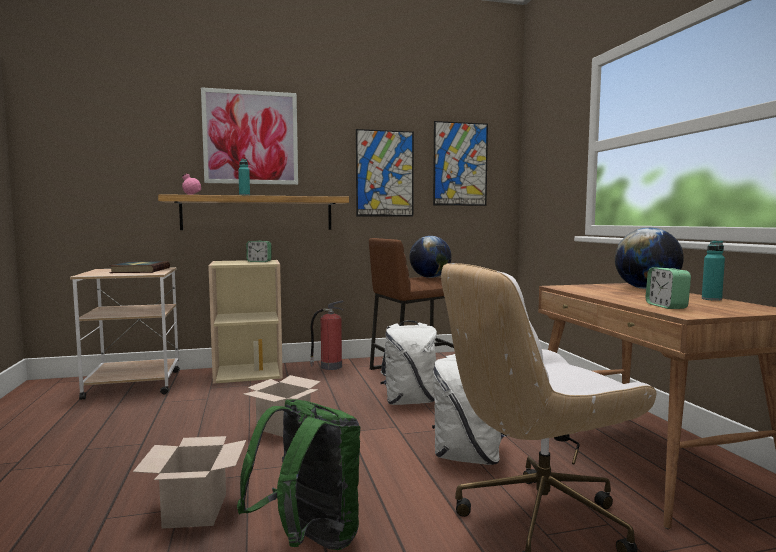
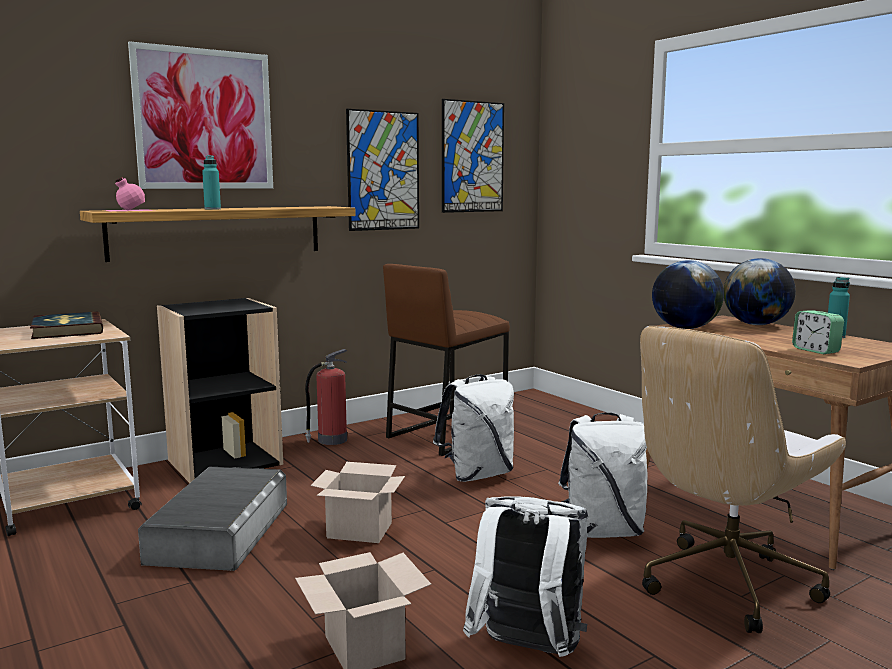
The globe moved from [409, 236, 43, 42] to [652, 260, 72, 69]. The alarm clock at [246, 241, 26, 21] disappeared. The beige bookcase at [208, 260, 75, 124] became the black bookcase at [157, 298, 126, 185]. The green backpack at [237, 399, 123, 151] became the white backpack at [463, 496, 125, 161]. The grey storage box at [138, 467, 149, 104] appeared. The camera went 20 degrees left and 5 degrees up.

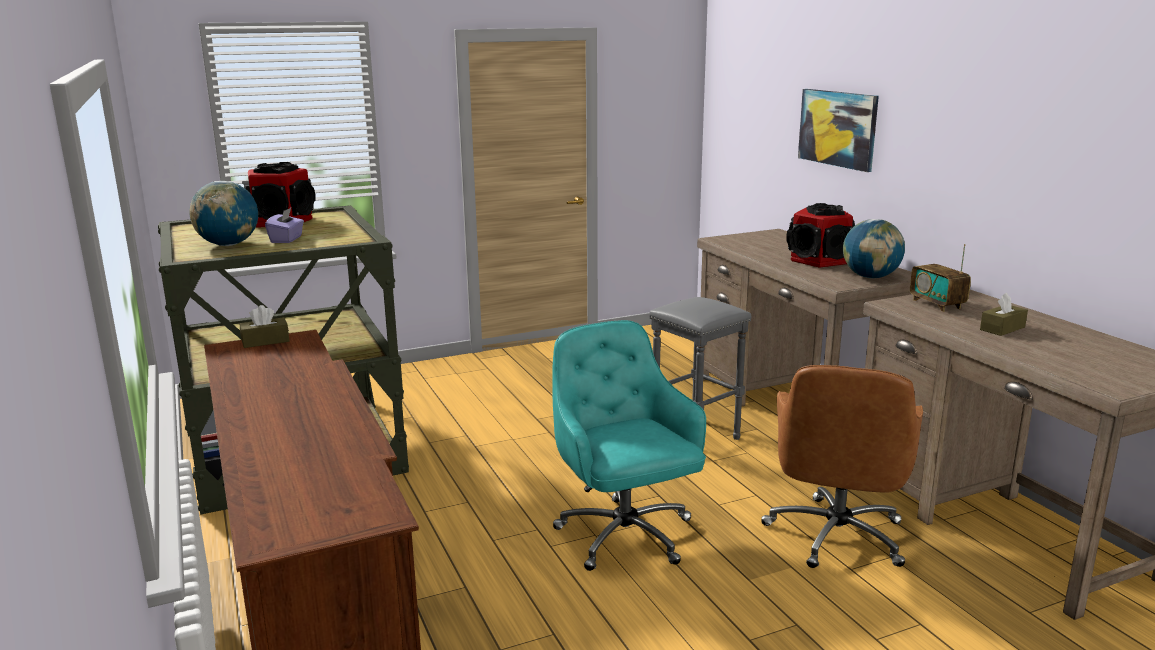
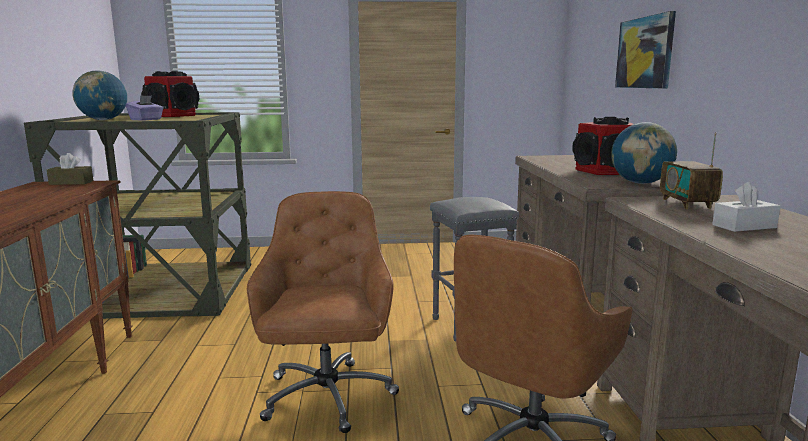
The brown tissue box at [980, 293, 48, 43] became the white tissue box at [712, 182, 68, 50]. The turquoise office chair at [553, 320, 153, 251] became the brown office chair at [247, 191, 152, 242]. The camera went 20 degrees right and 5 degrees down.

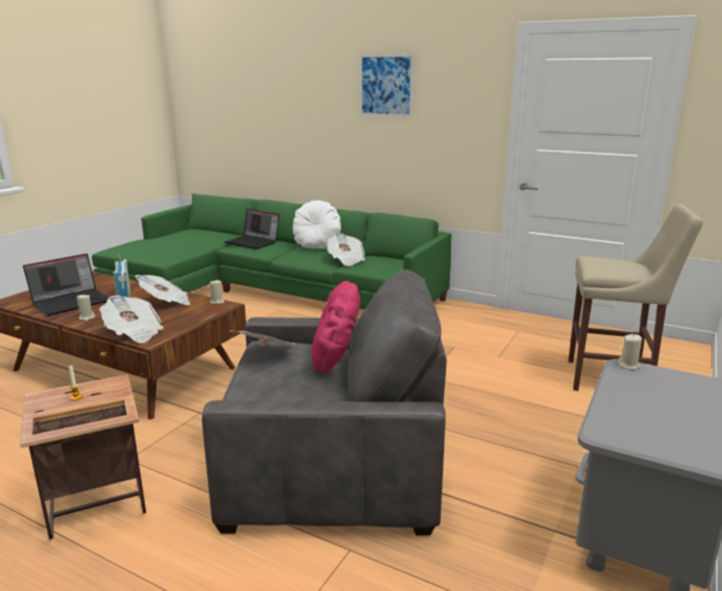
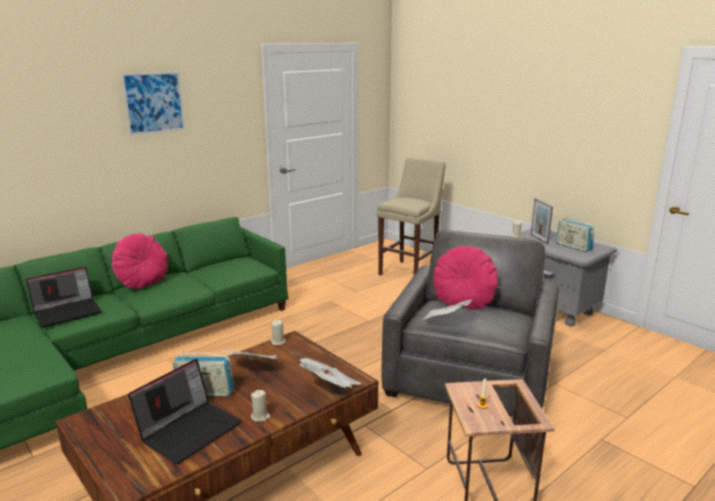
The white pillow at [293, 200, 48, 49] became the pink pillow at [112, 234, 56, 55]. The newspaper at [327, 233, 38, 33] disappeared. The laptop at [23, 253, 86, 63] turned 60 degrees clockwise. The picture frame at [531, 198, 22, 46] appeared. The radio at [555, 215, 40, 37] appeared. The camera went 70 degrees left and 0 degrees up.

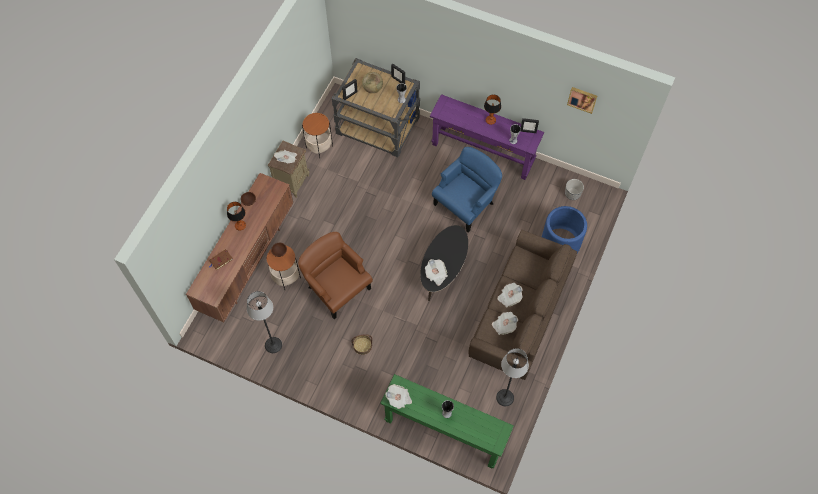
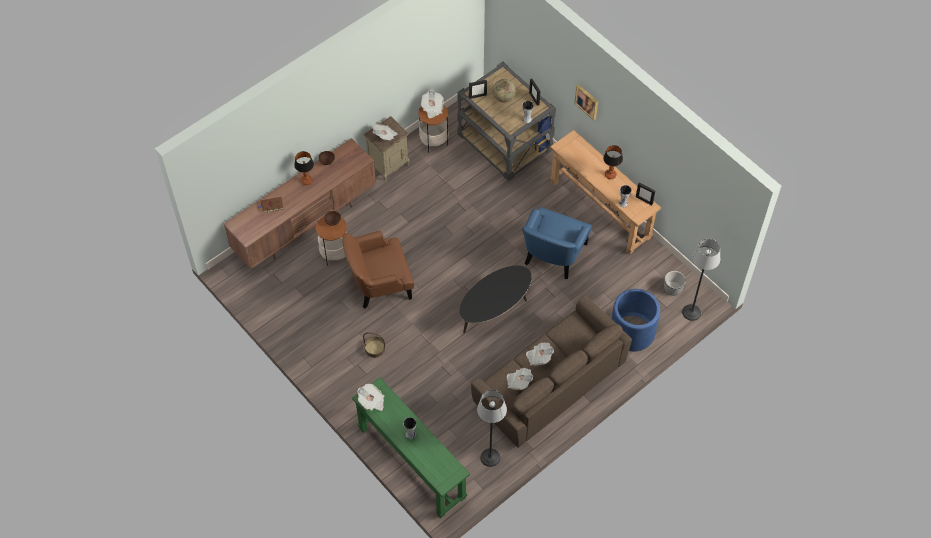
The picture moved from [567, 87, 30, 27] to [574, 85, 24, 36]. The purple console table at [430, 94, 114, 86] became the brown console table at [550, 130, 111, 125]. The blue armchair at [432, 147, 70, 86] turned 135 degrees clockwise. The brown armchair at [298, 232, 75, 87] turned 90 degrees counterclockwise. The newspaper moved from [425, 259, 23, 27] to [421, 90, 23, 28]. The floor lamp moved from [247, 291, 35, 62] to [682, 239, 38, 82]. The camera went 25 degrees right and 5 degrees down.

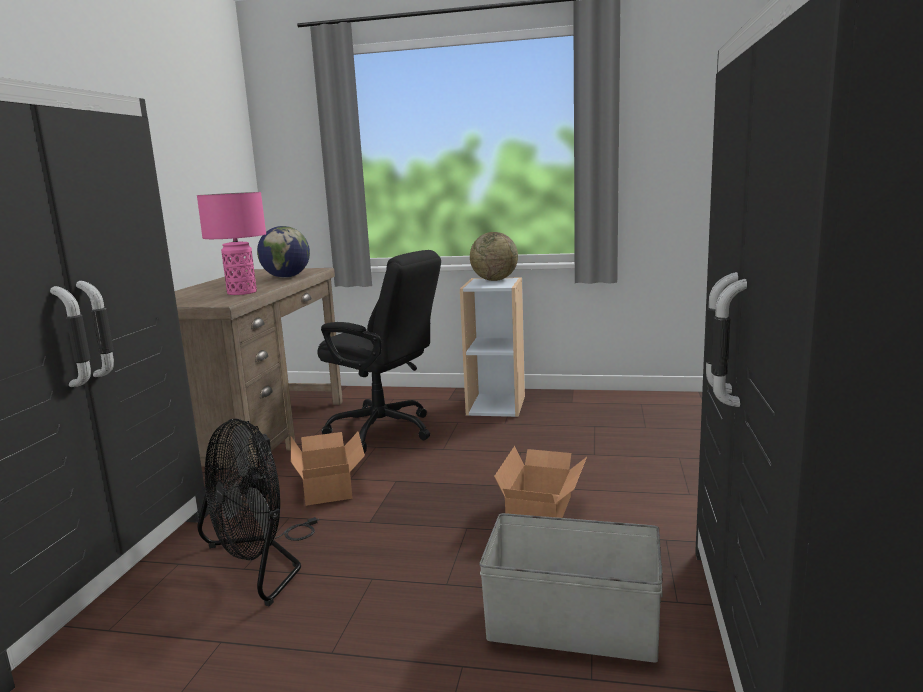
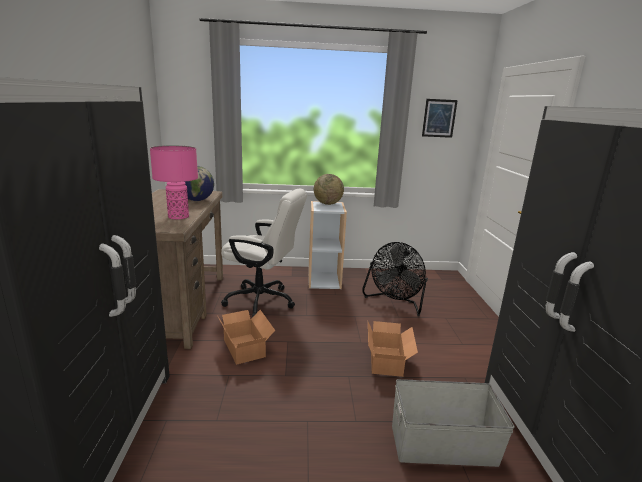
The black office chair at [318, 250, 123, 203] became the white office chair at [221, 188, 86, 130]. The black fan moved from [197, 419, 122, 187] to [362, 242, 66, 74]. The picture at [422, 99, 36, 39] appeared. The camera went 15 degrees left and 5 degrees up.

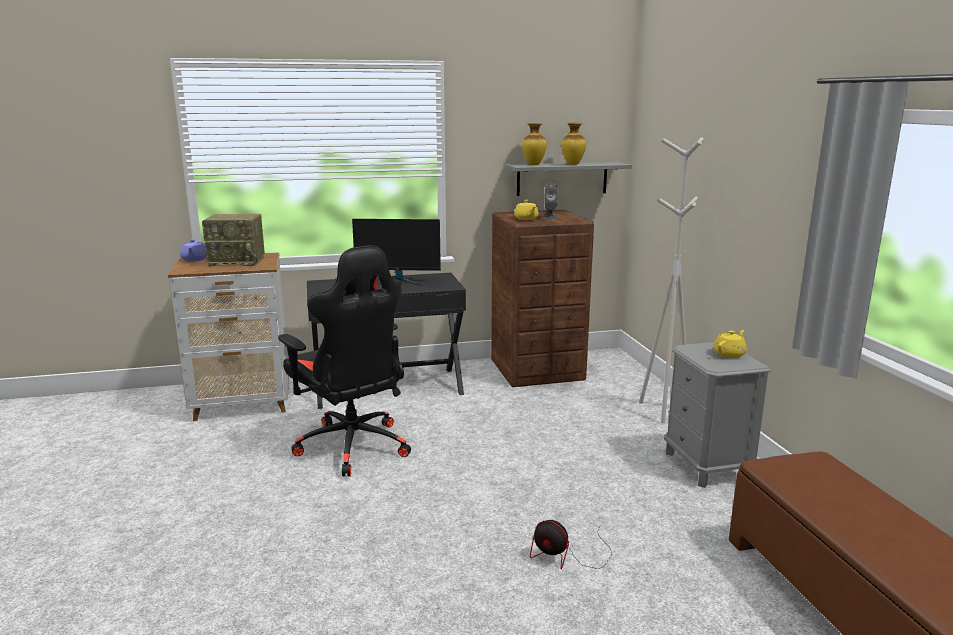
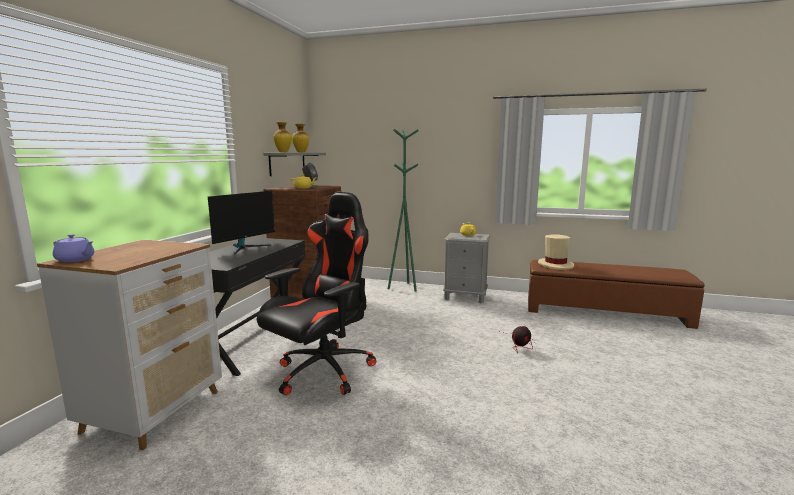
The grey clothes rack at [639, 137, 65, 286] became the green clothes rack at [388, 129, 31, 163]. The radio at [202, 214, 63, 52] disappeared. The black office chair at [278, 245, 133, 231] turned 45 degrees counterclockwise. The beige hat at [538, 234, 36, 36] appeared. The camera went 60 degrees left and 5 degrees down.

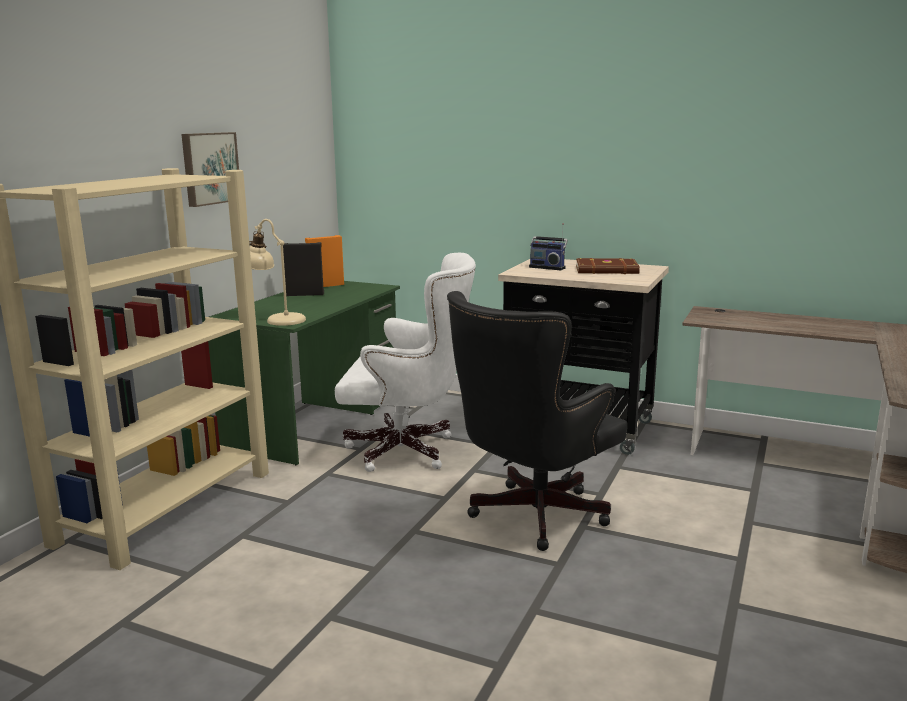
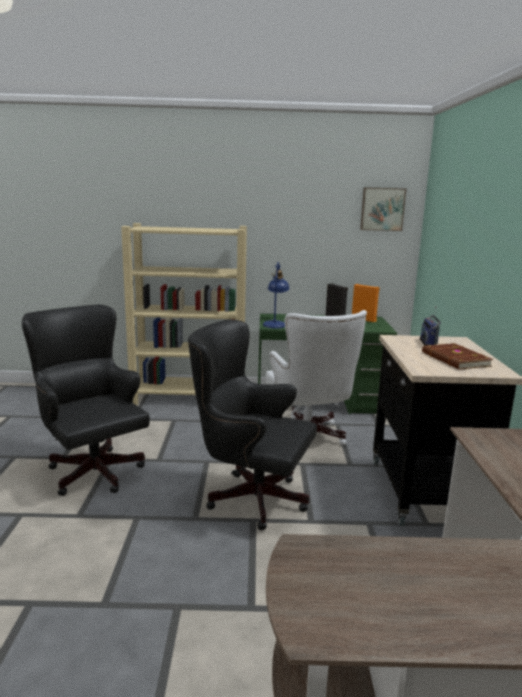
The picture moved from [181, 132, 58, 75] to [360, 187, 46, 44]. The beige table lamp at [249, 219, 57, 107] became the blue table lamp at [263, 262, 27, 66]. The black office chair at [22, 305, 128, 191] appeared. The camera went 65 degrees right and 0 degrees up.

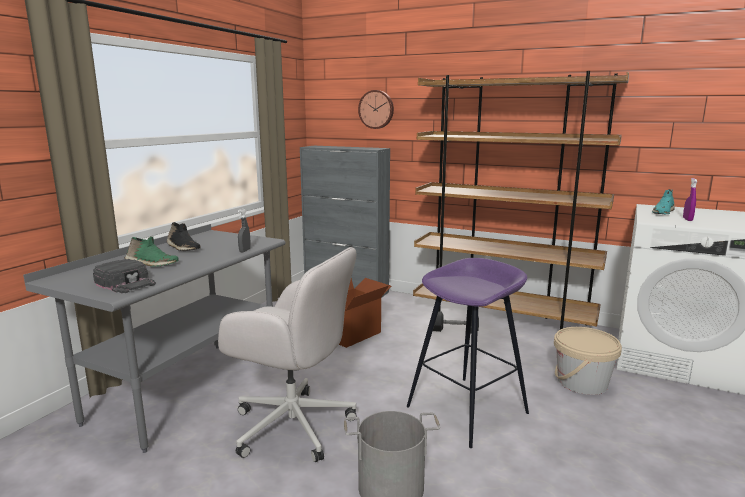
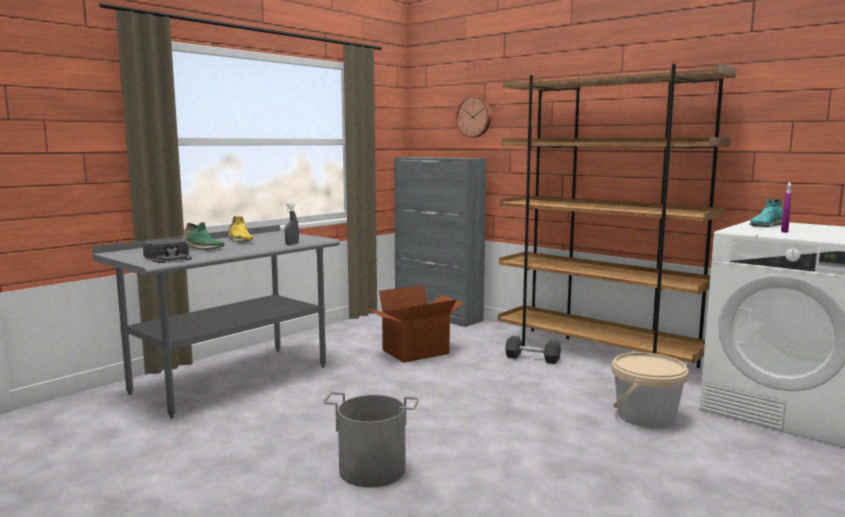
The black shoe at [167, 222, 34, 29] became the yellow shoe at [228, 216, 25, 26]. The white office chair at [218, 247, 139, 215] disappeared. The purple stool at [407, 258, 122, 190] disappeared. The camera went 15 degrees right and 5 degrees down.

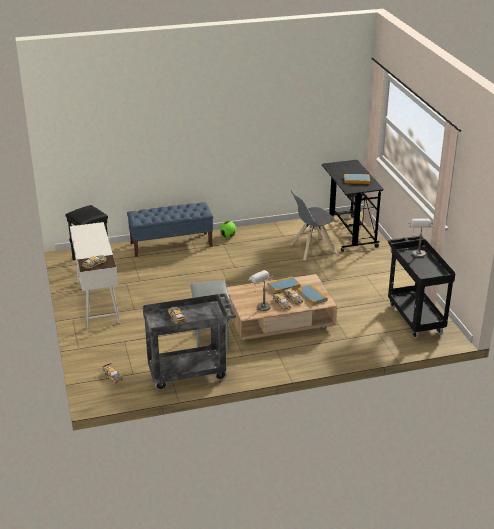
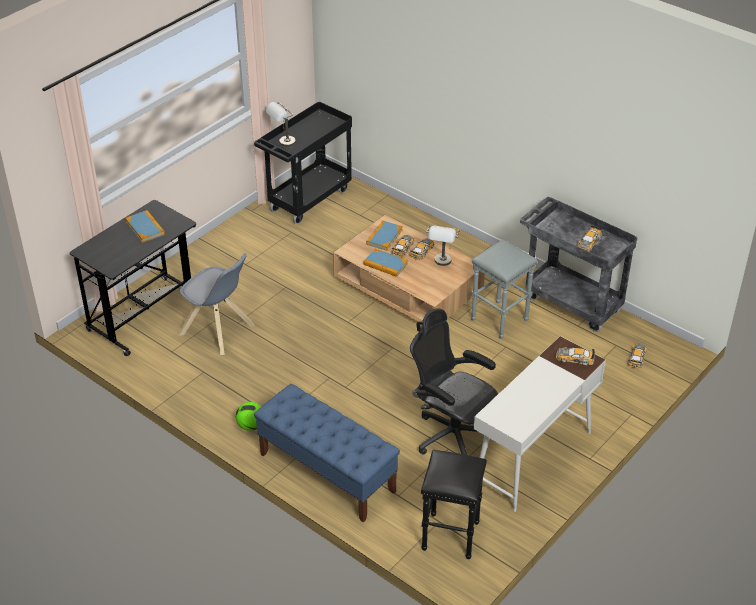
The office chair at [410, 308, 88, 147] appeared. The camera went 125 degrees left and 10 degrees up.

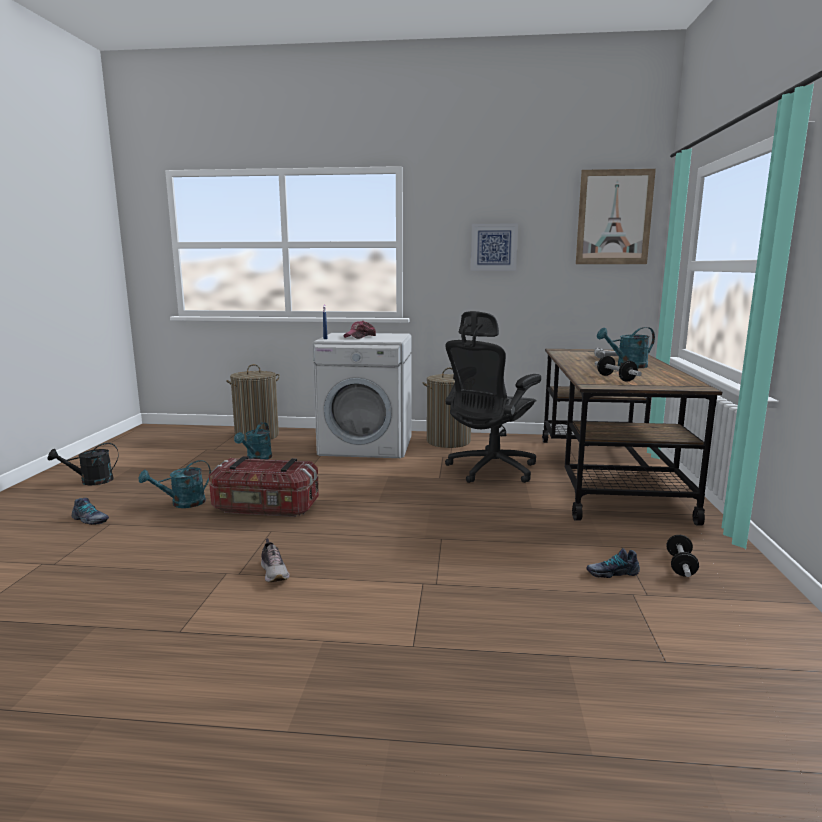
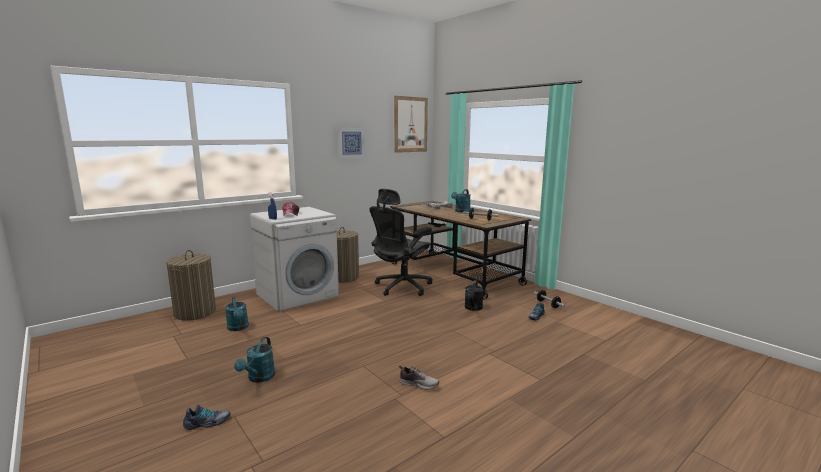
The office chair at [445, 311, 96, 172] turned 45 degrees clockwise. The black watering can moved from [47, 443, 71, 42] to [465, 280, 18, 31]. The storage box at [209, 456, 110, 61] disappeared. The camera went 45 degrees left and 0 degrees up.

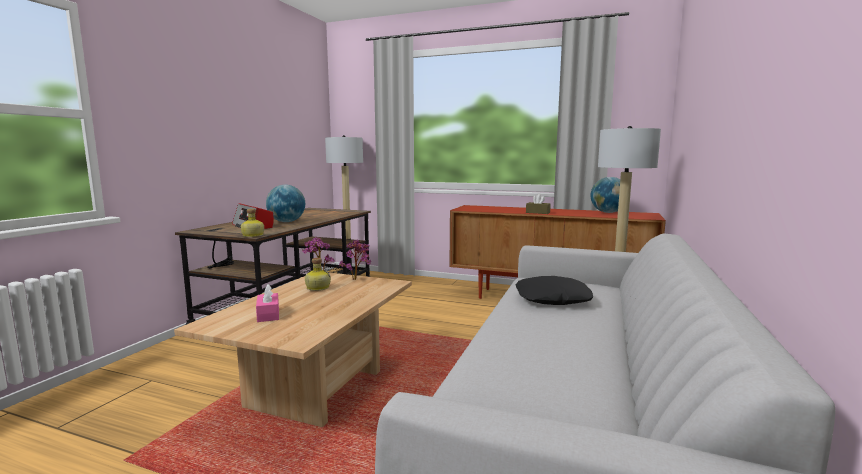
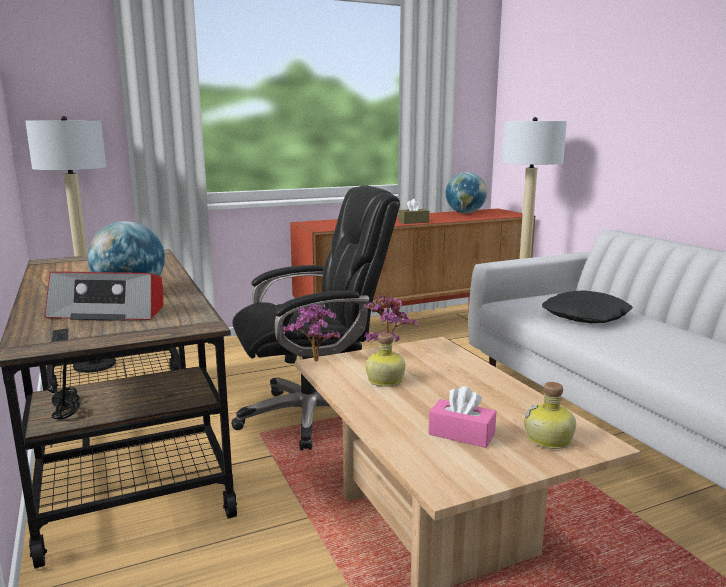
The bottle moved from [241, 209, 23, 28] to [525, 382, 51, 67]. The black office chair at [231, 185, 169, 265] appeared. The camera went 45 degrees left and 5 degrees up.

